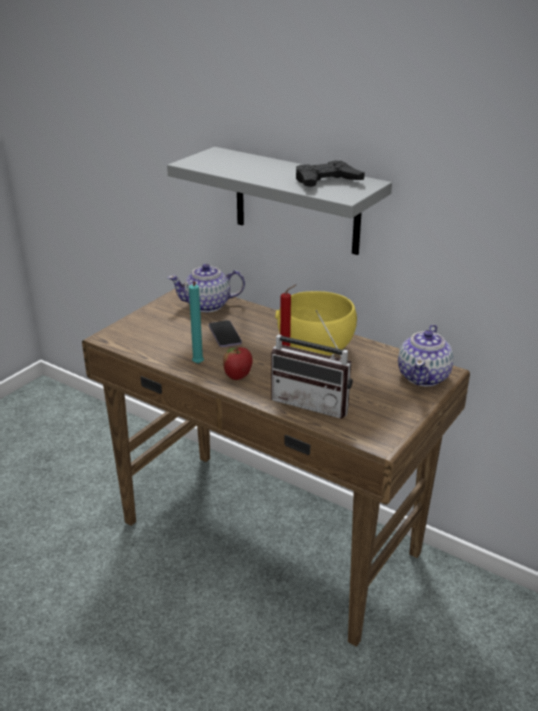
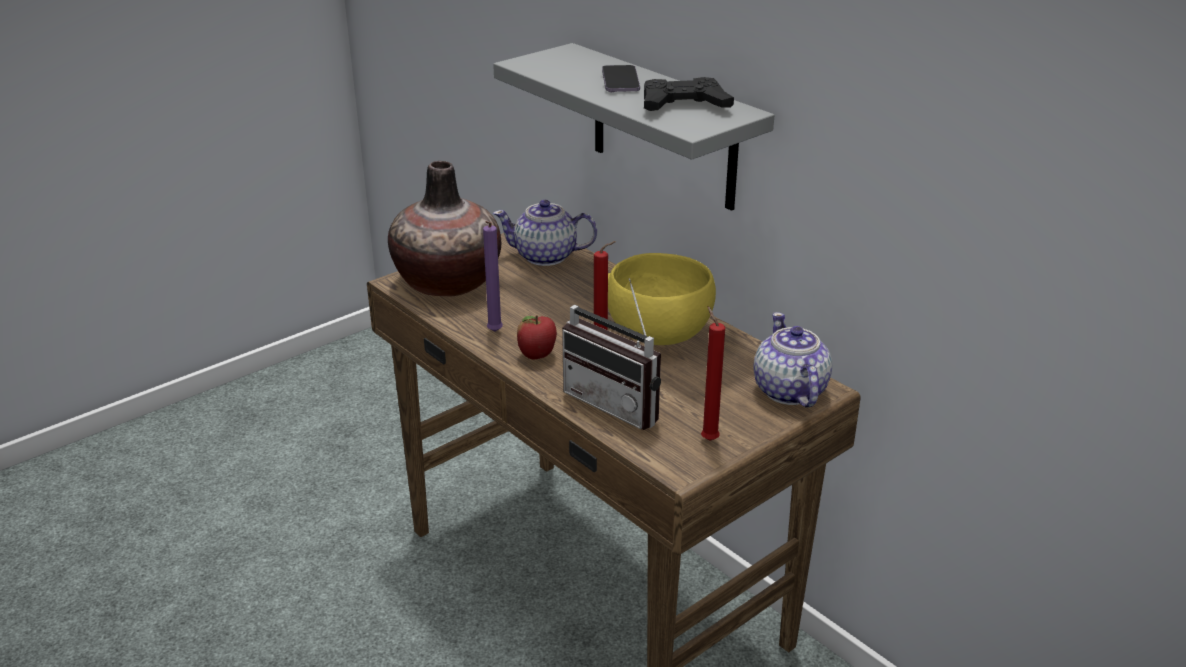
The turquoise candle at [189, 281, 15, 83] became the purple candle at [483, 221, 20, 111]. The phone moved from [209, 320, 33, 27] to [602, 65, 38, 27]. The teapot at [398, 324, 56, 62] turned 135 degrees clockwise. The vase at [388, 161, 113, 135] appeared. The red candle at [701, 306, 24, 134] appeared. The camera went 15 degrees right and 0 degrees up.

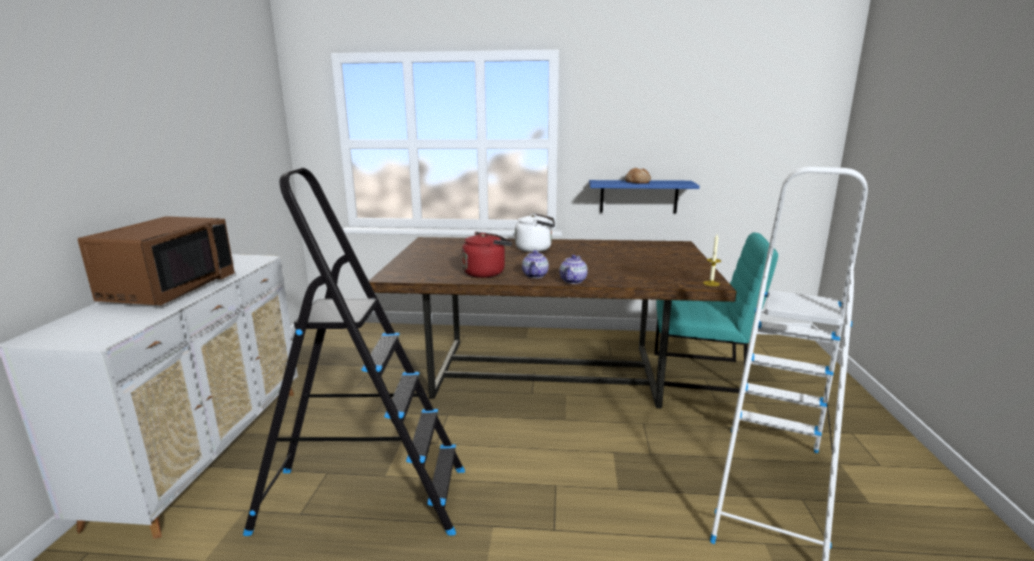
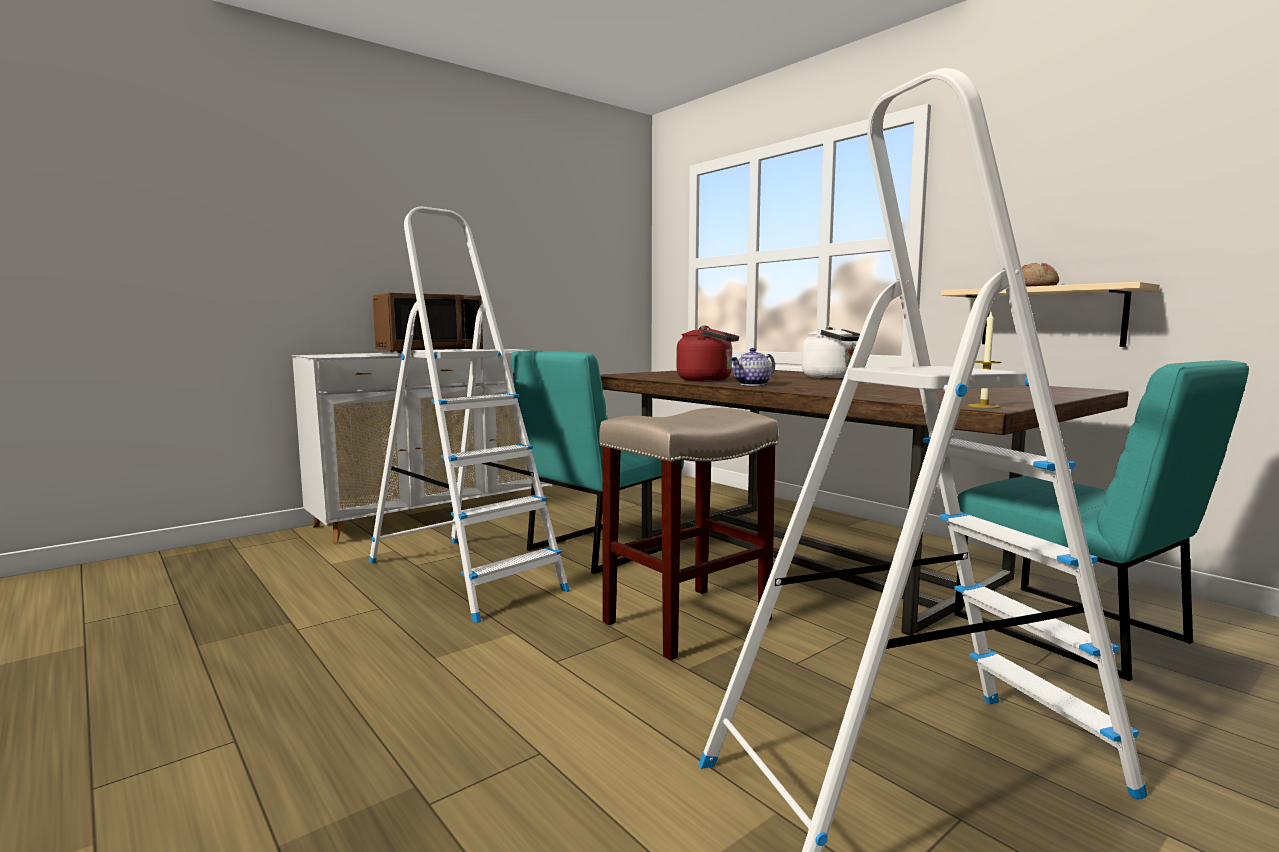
The black step ladder at [243, 168, 222, 368] became the white step ladder at [369, 207, 201, 416]. The blue shelf at [589, 180, 111, 33] became the beige shelf at [941, 282, 219, 65]. The teapot at [559, 255, 29, 29] disappeared. The turquoise chair at [511, 350, 173, 224] appeared. The beige stool at [599, 408, 180, 252] appeared. The camera went 45 degrees right and 10 degrees down.

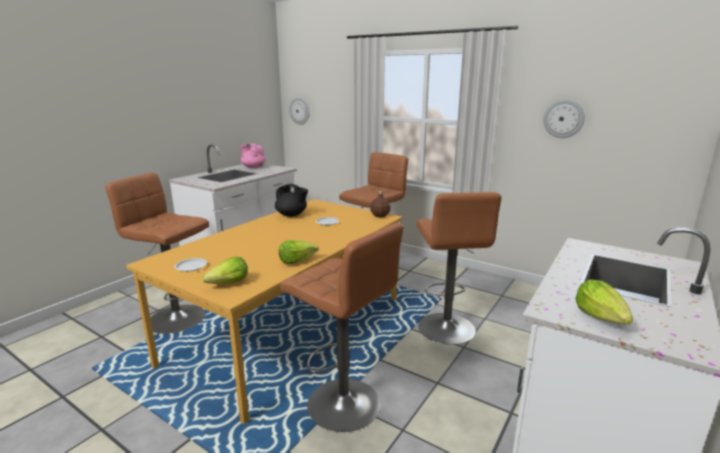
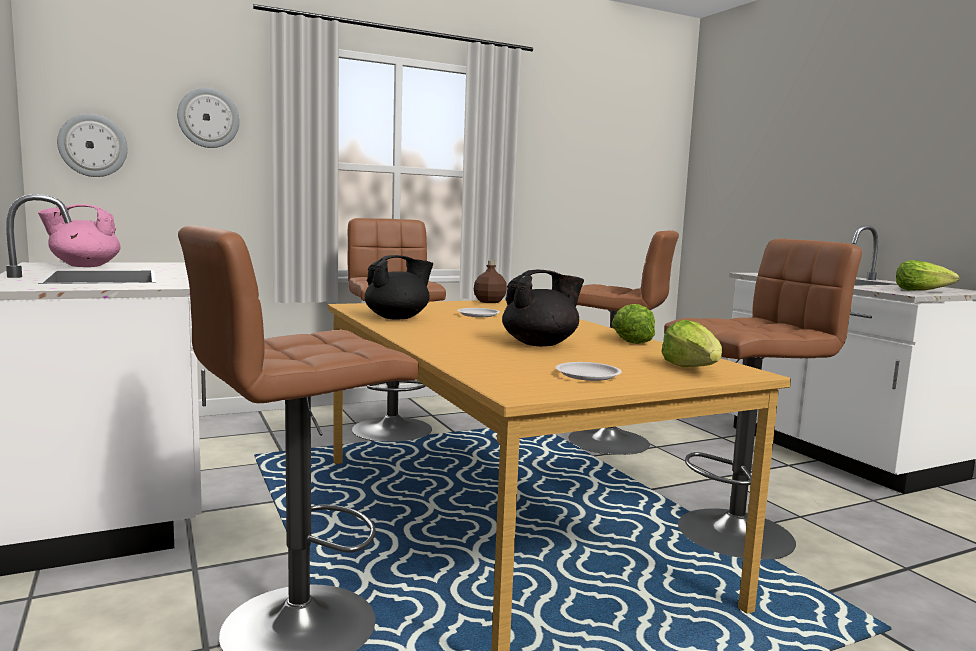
The wall clock moved from [544, 99, 41, 39] to [177, 88, 62, 60]. The black teapot at [502, 270, 82, 76] appeared. The camera went 60 degrees left and 10 degrees down.

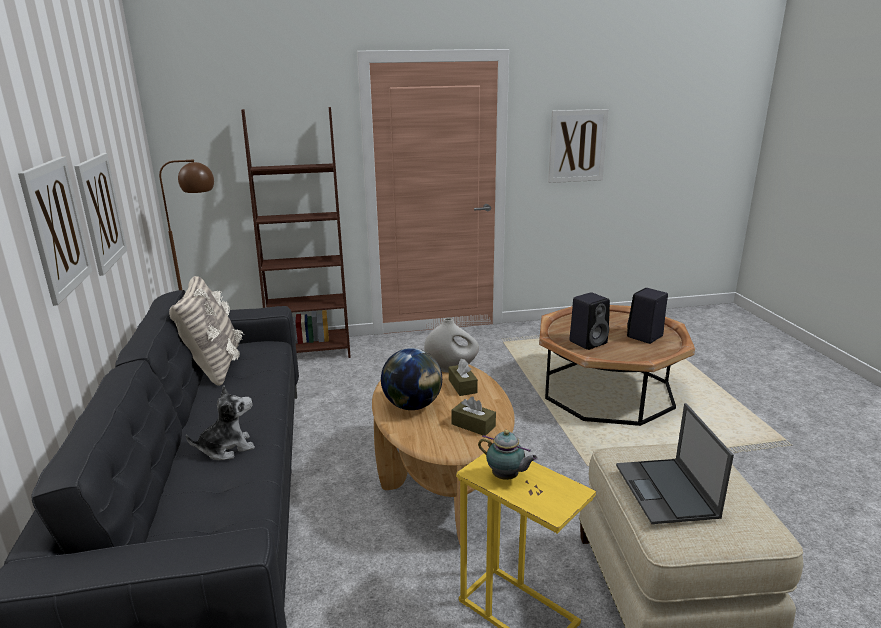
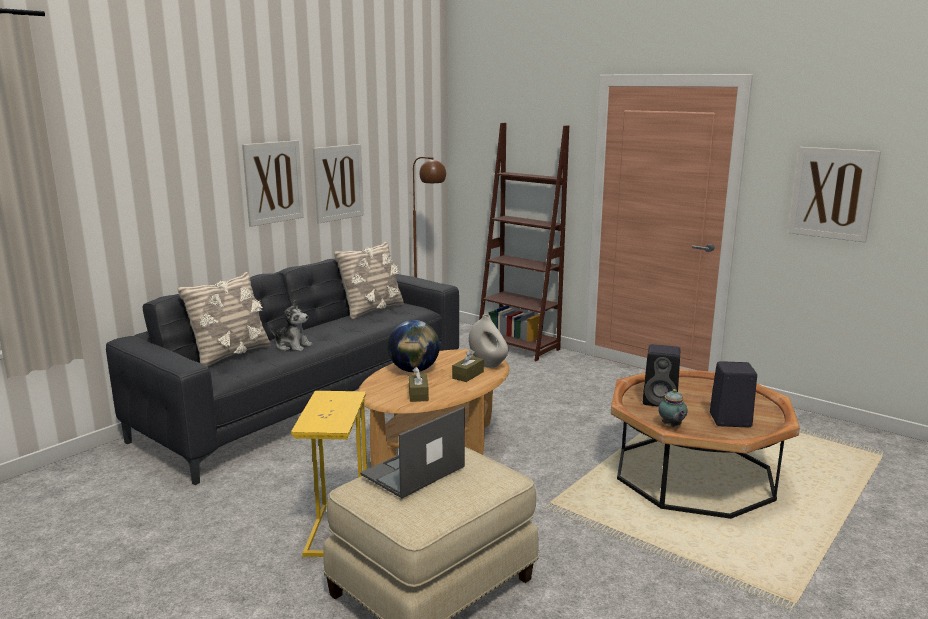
The teapot moved from [478, 430, 60, 50] to [658, 389, 30, 38]. The beige pillow at [177, 272, 94, 95] appeared. The camera went 50 degrees right and 5 degrees down.

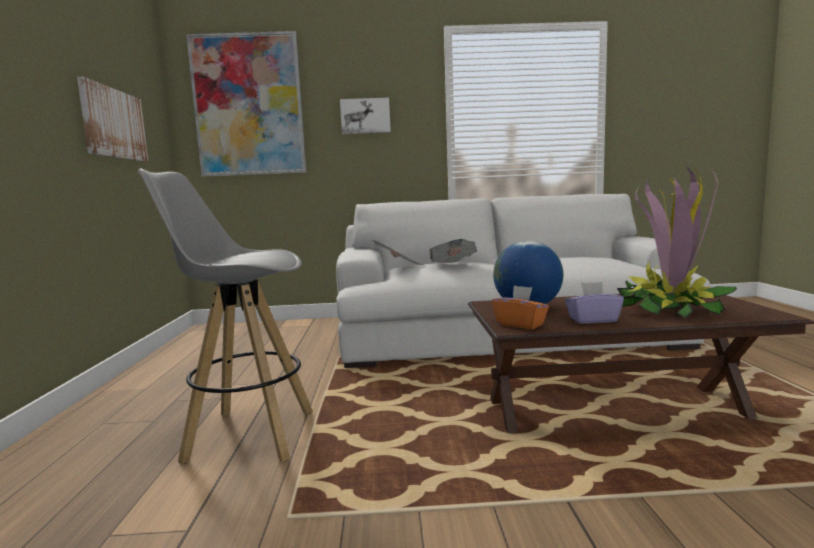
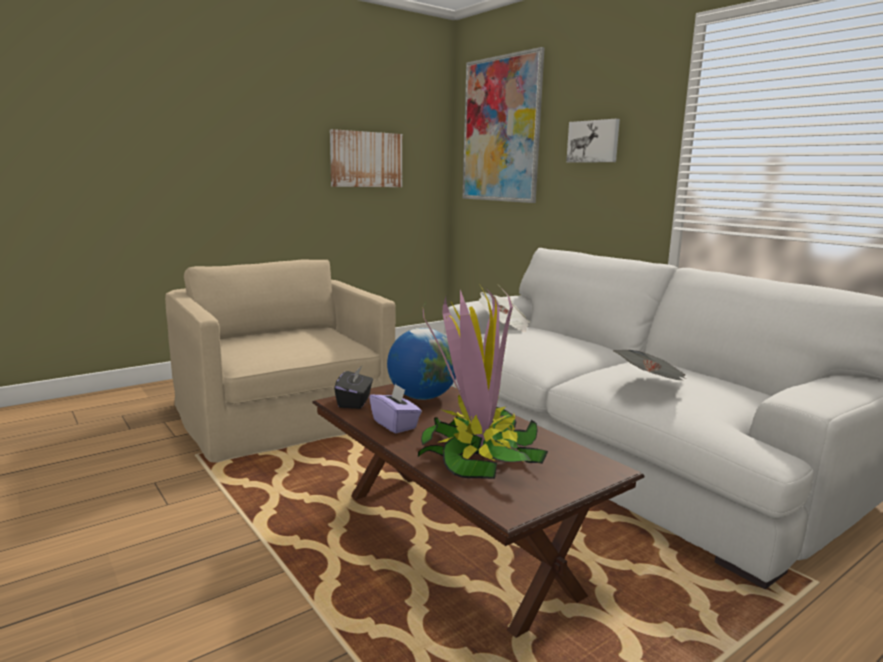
The grey stool at [138, 169, 175, 295] was replaced by the beige armchair at [165, 259, 231, 204]. The newspaper moved from [429, 239, 48, 24] to [613, 350, 74, 30]. The orange tissue box at [492, 286, 57, 43] became the black tissue box at [334, 366, 39, 43]. The camera went 55 degrees right and 5 degrees up.

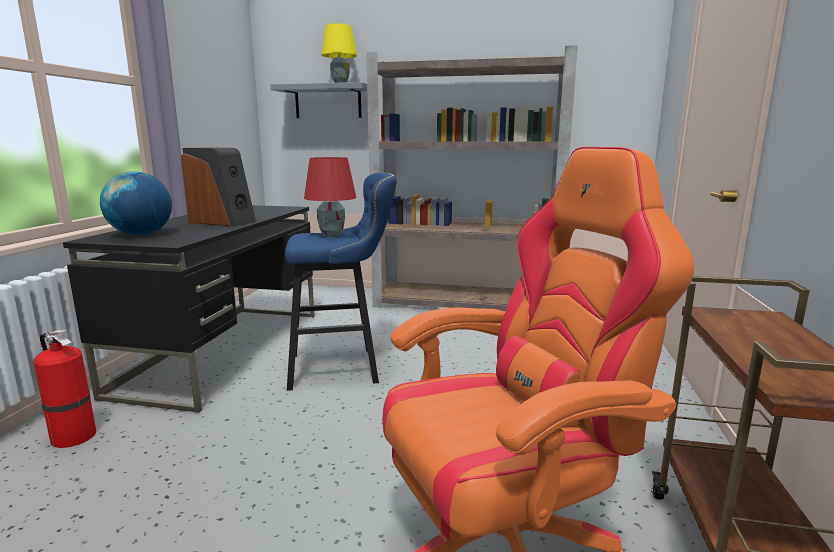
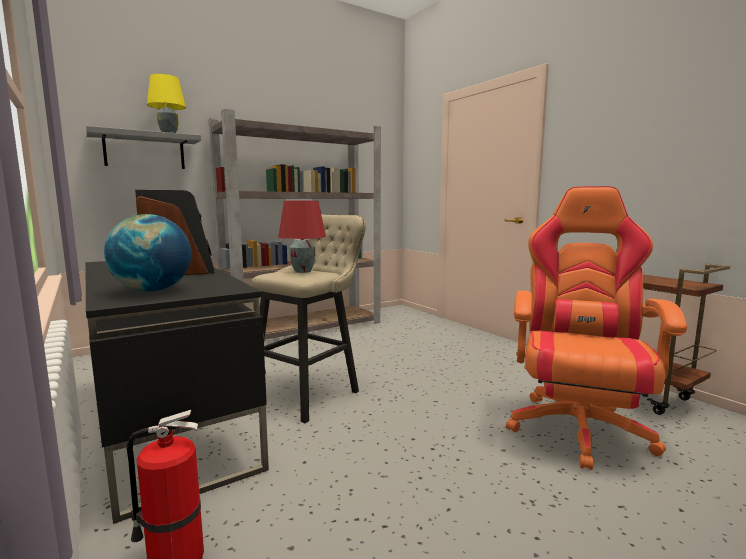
The blue stool at [285, 172, 112, 219] became the beige stool at [252, 214, 114, 209]. The camera went 45 degrees left and 5 degrees down.

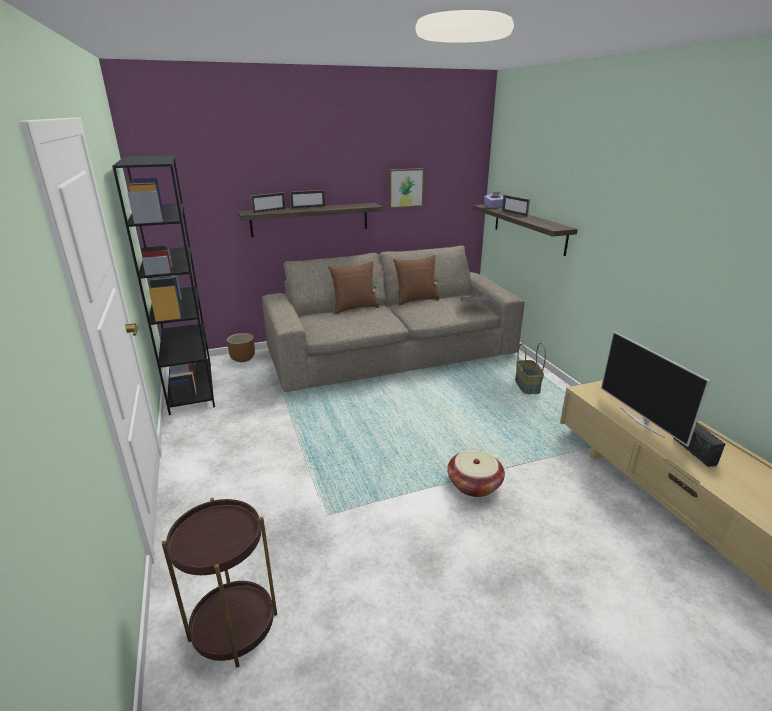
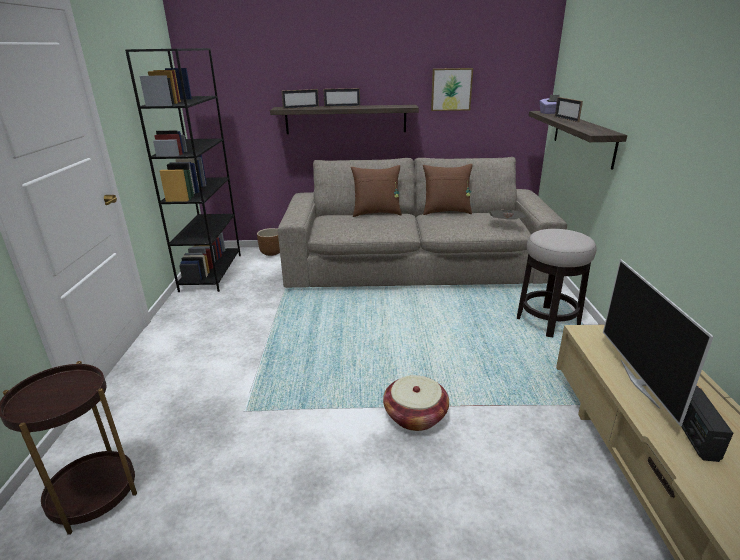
The basket at [515, 343, 31, 51] was replaced by the stool at [517, 229, 80, 108]. The camera went 20 degrees right and 0 degrees up.

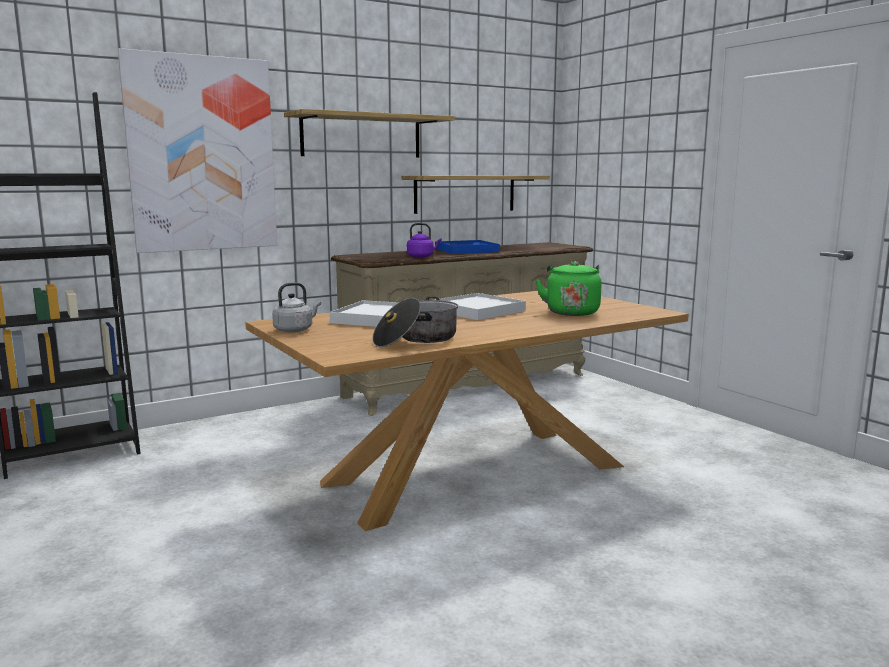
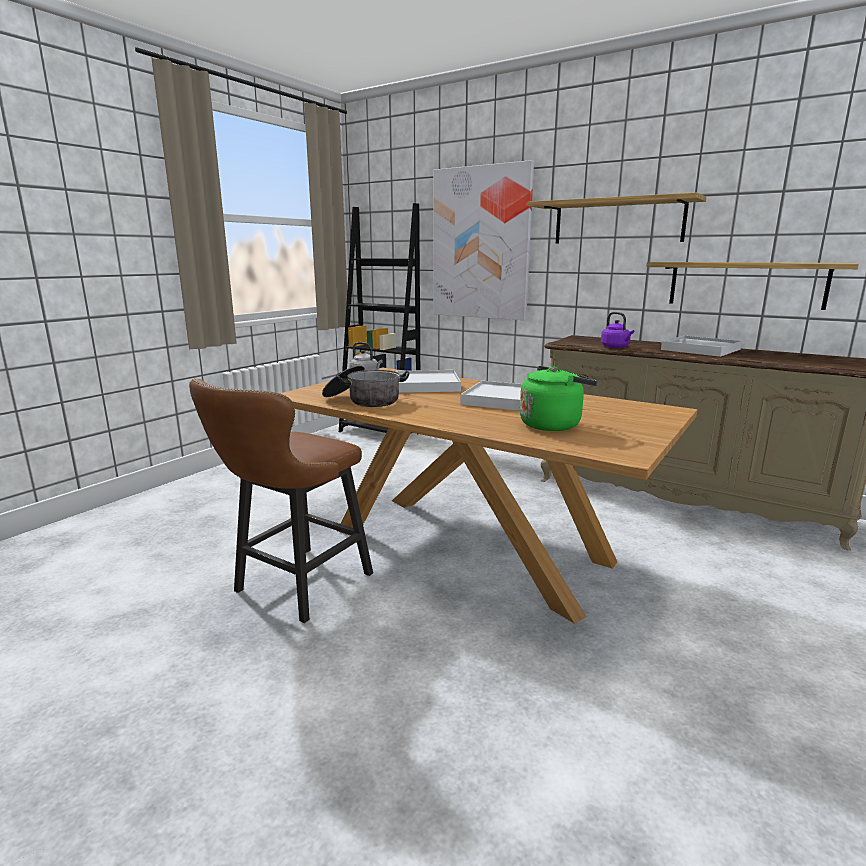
The blue tray at [435, 240, 65, 14] became the white tray at [661, 336, 81, 21]. The brown stool at [189, 379, 184, 244] appeared. The camera went 65 degrees right and 5 degrees up.

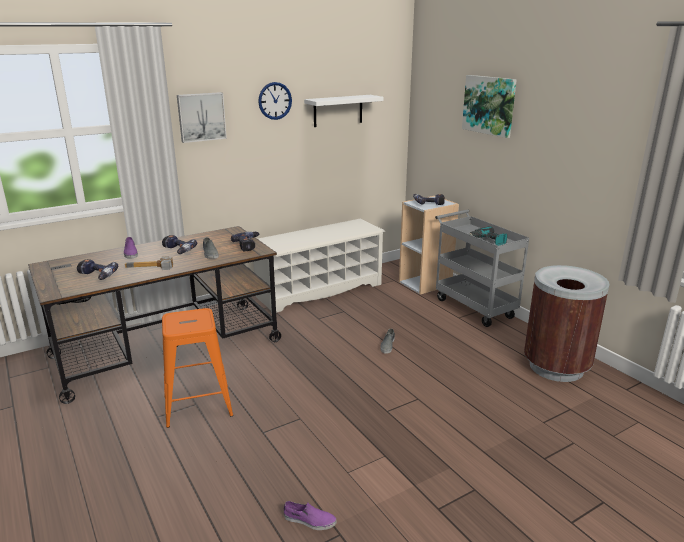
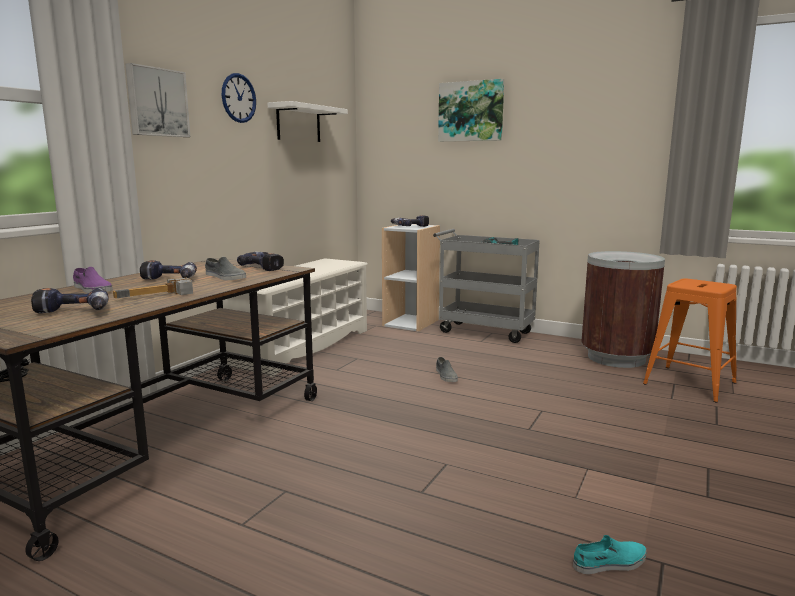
The orange stool moved from [162, 308, 71, 120] to [643, 278, 94, 124]. The purple shoe at [284, 501, 52, 29] became the turquoise shoe at [573, 535, 74, 39]. The camera went 30 degrees left and 10 degrees down.

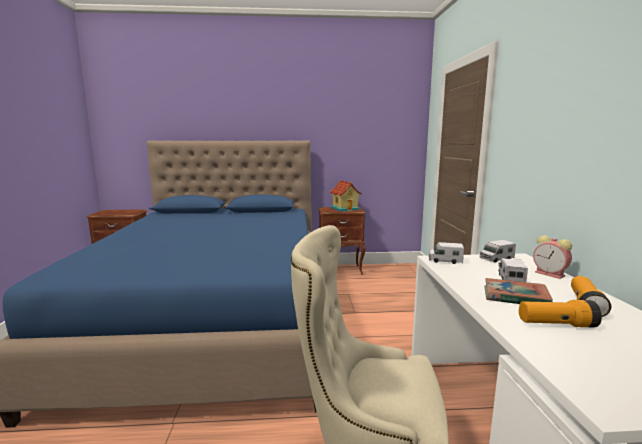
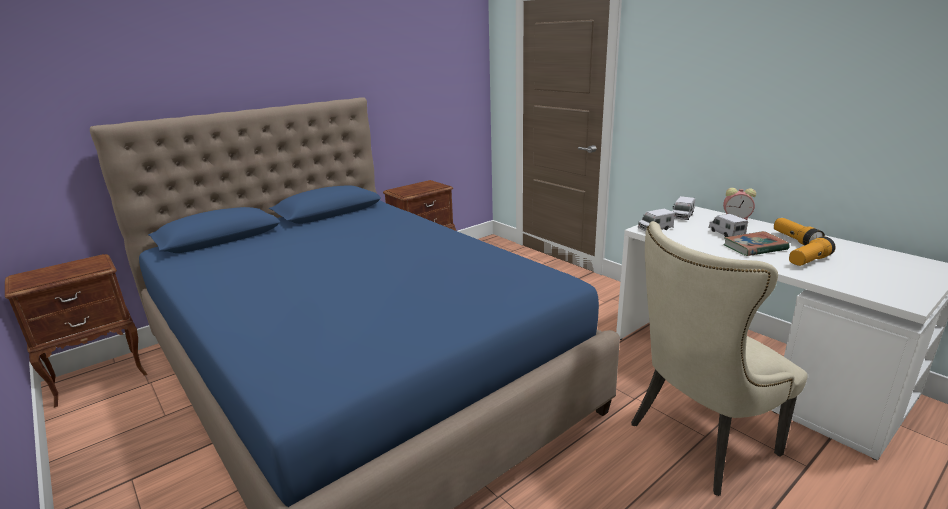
The toy house at [329, 180, 33, 32] disappeared. The camera went 35 degrees left and 10 degrees up.

